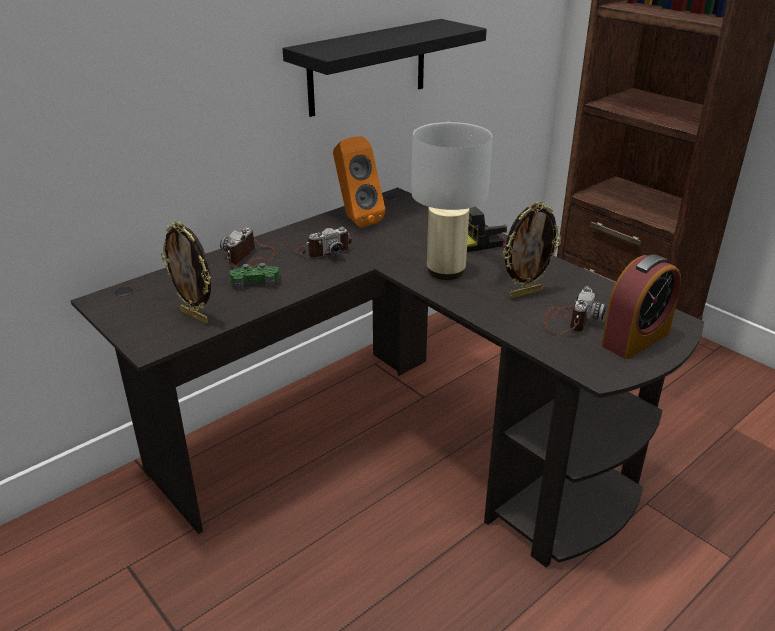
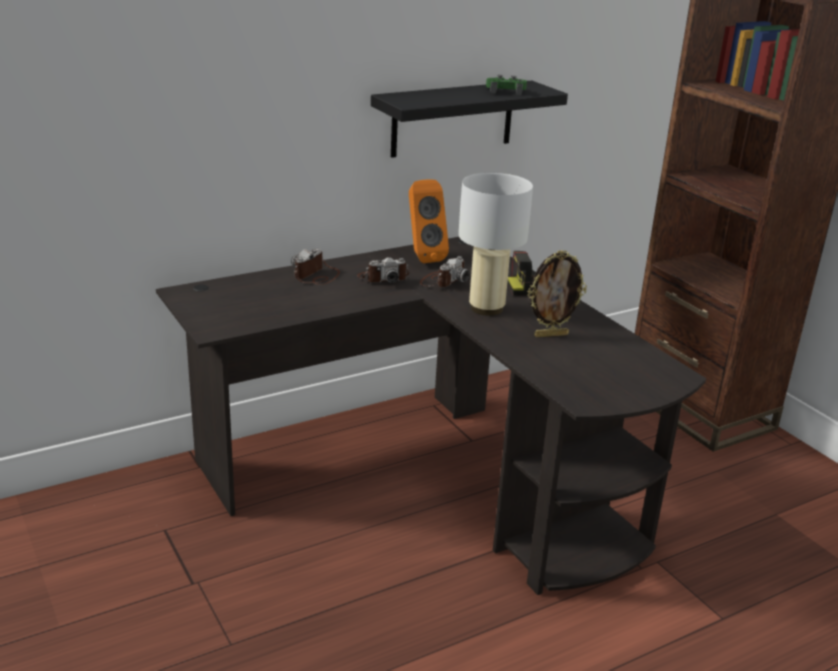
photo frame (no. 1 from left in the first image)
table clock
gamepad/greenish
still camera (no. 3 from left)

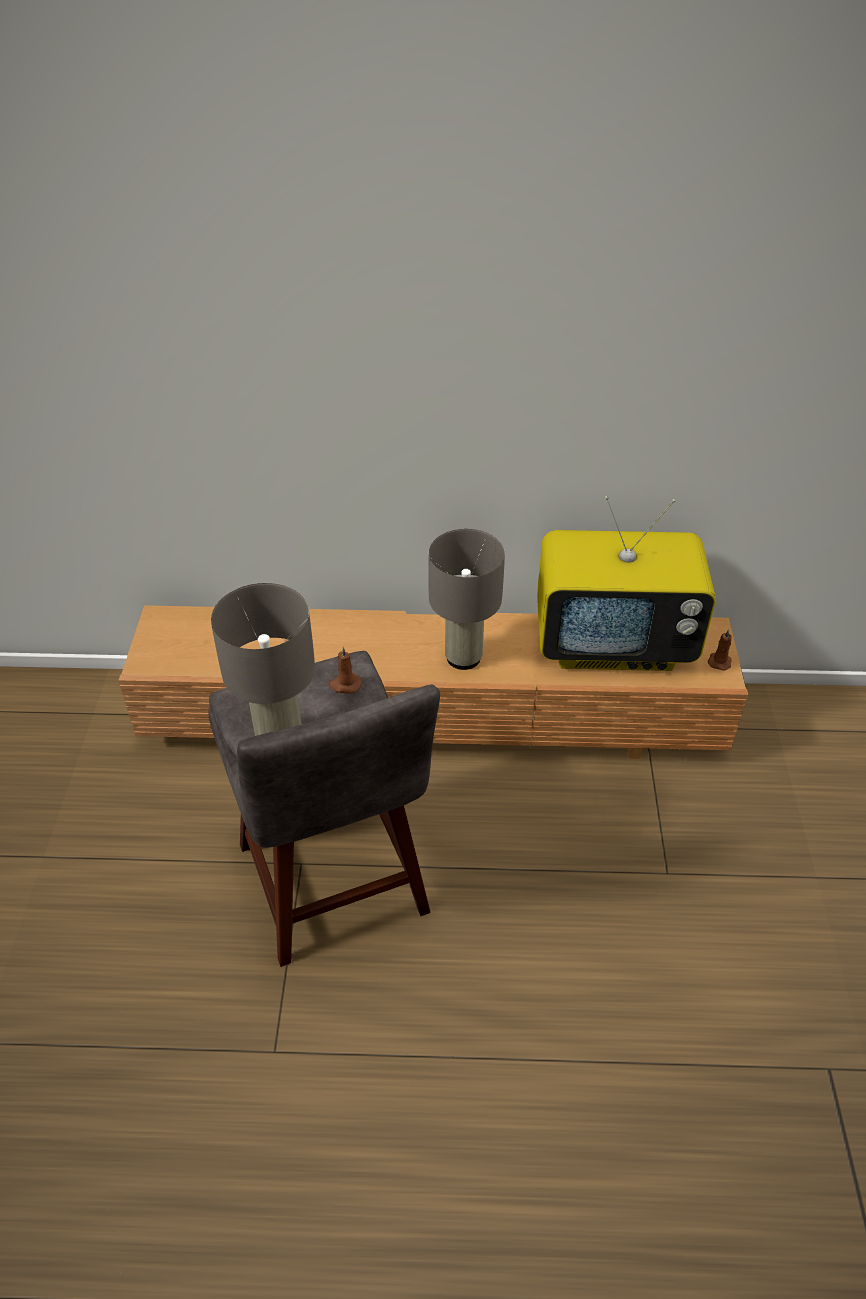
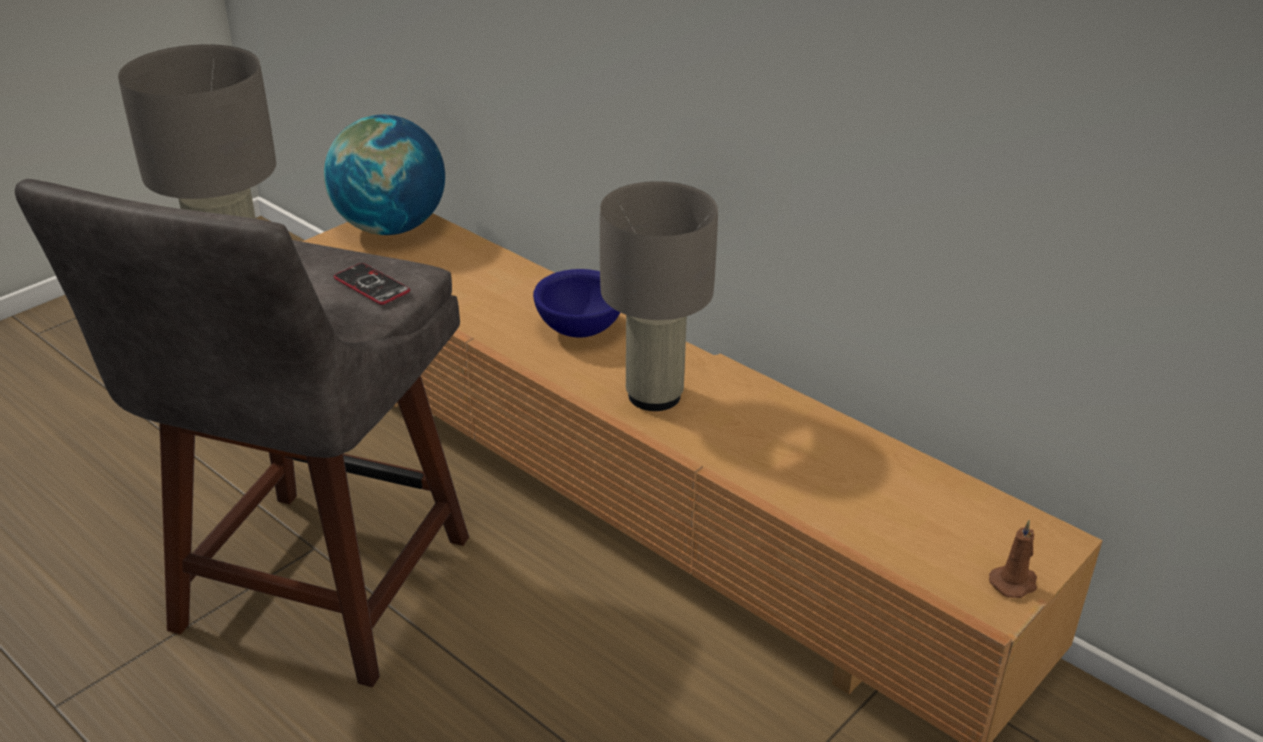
TV
phone
globe
bowl/bluish

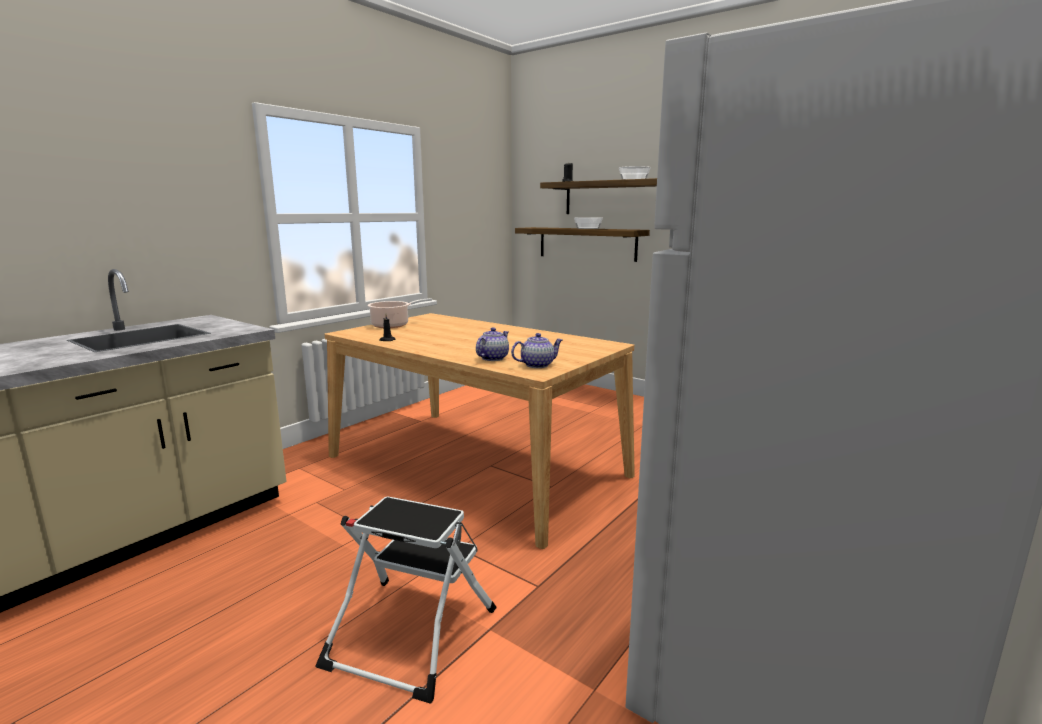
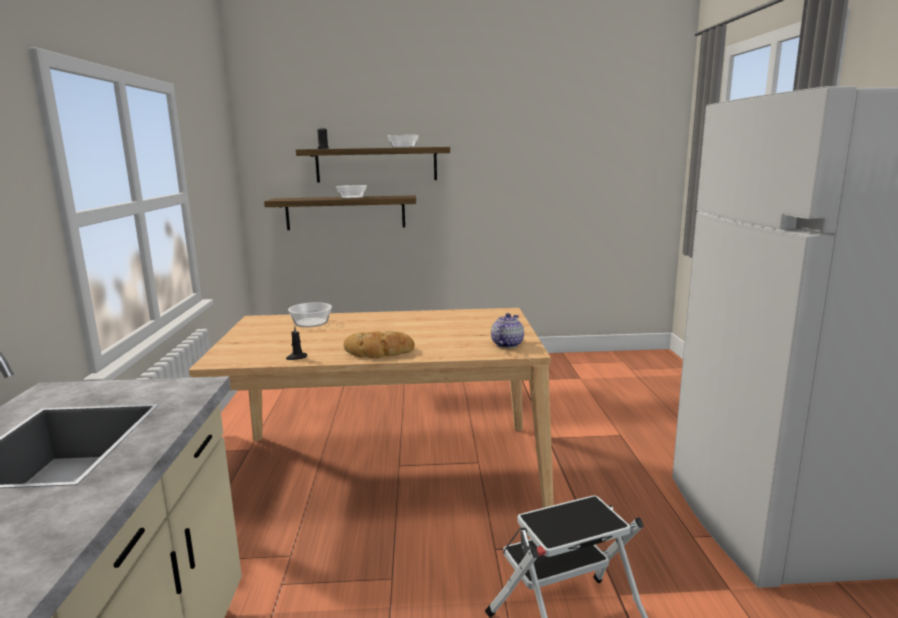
cooking pot
pot for tea (no. 1 from left in the first image)
bowl (no. 1 from left)
bread

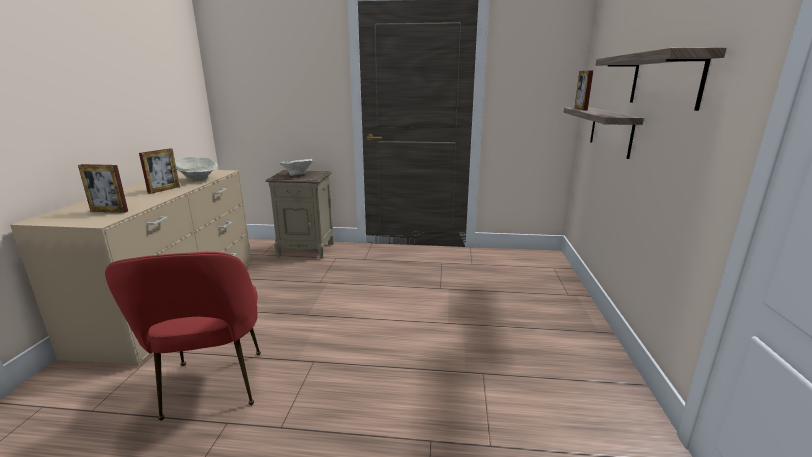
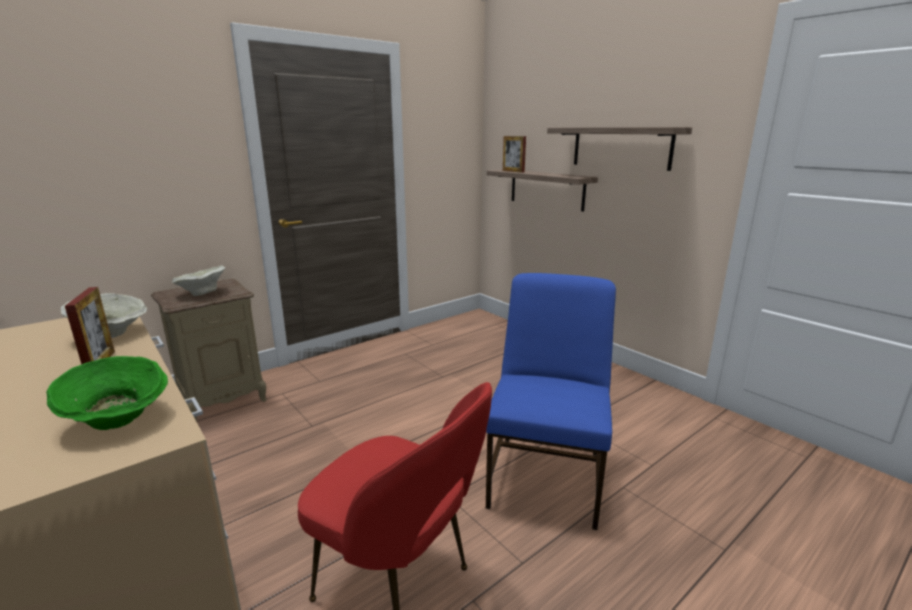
bowl/greenish
chair/bluish

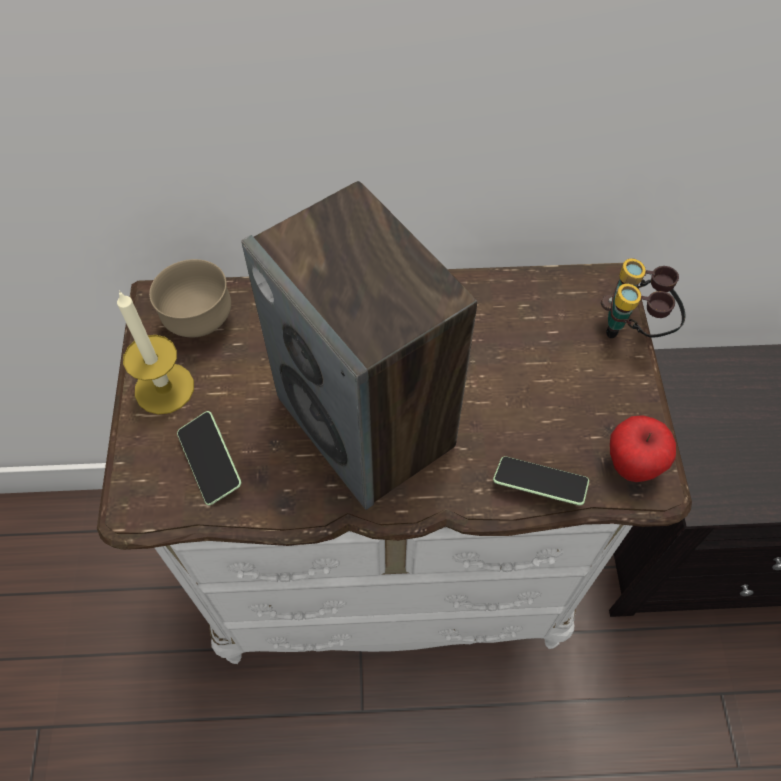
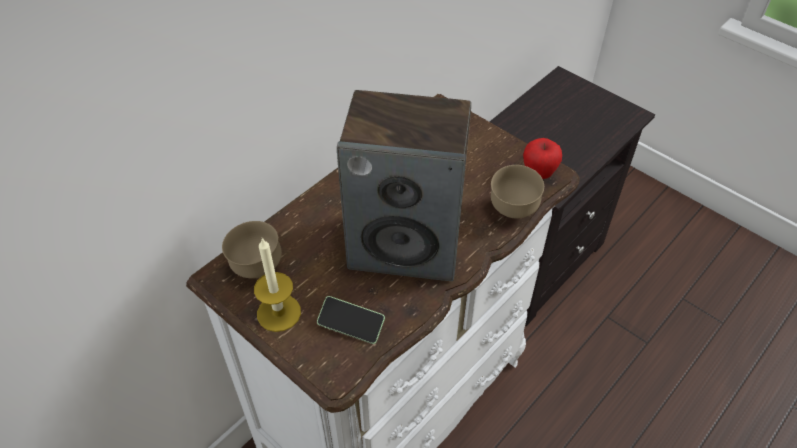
field glasses
bowl/brownish (no. 2 from left)

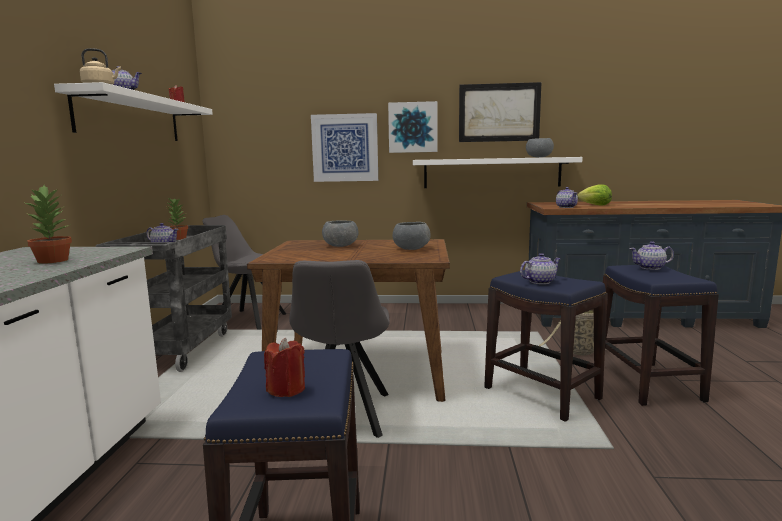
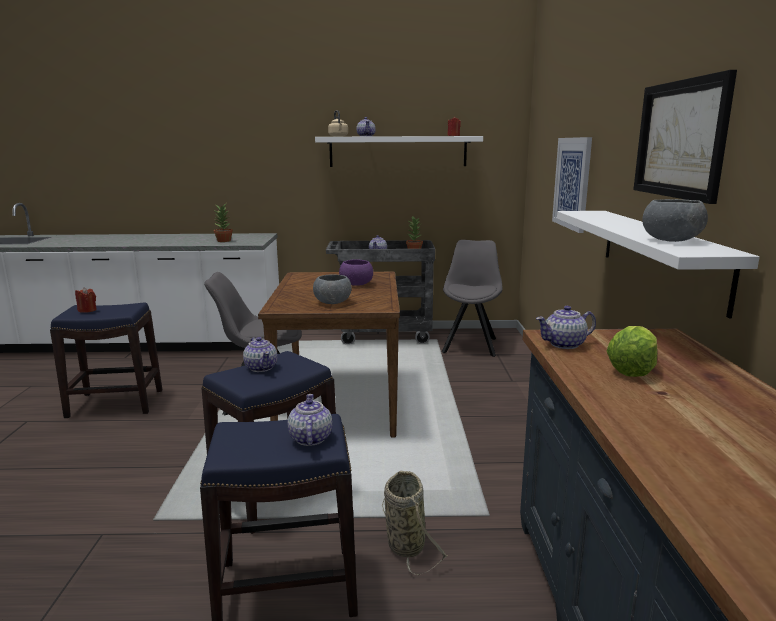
picture (no. 2 from left in the first image)
bowl/purple

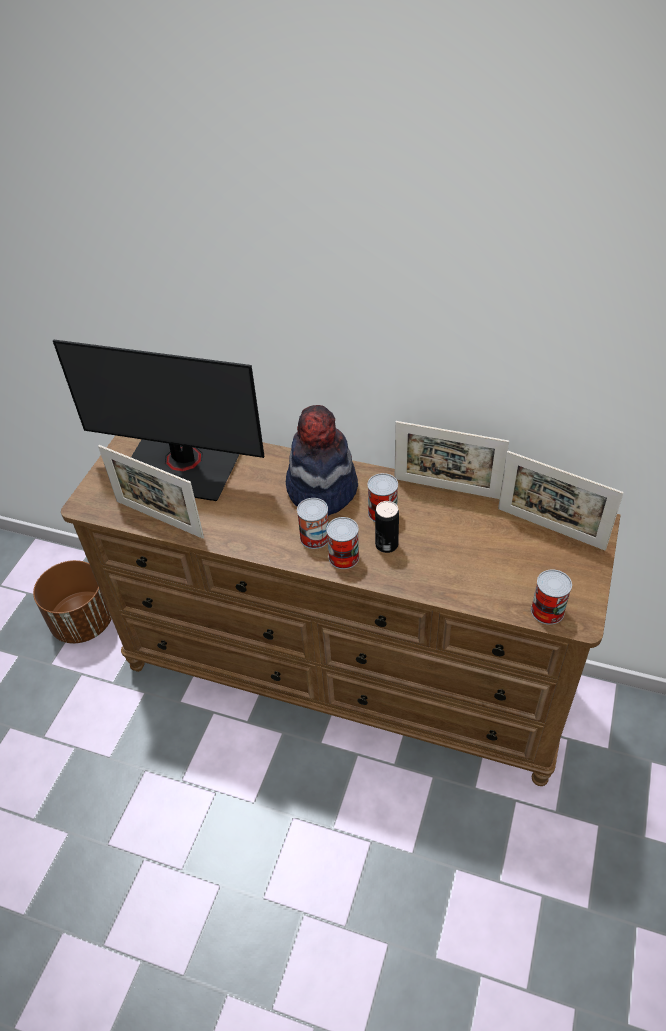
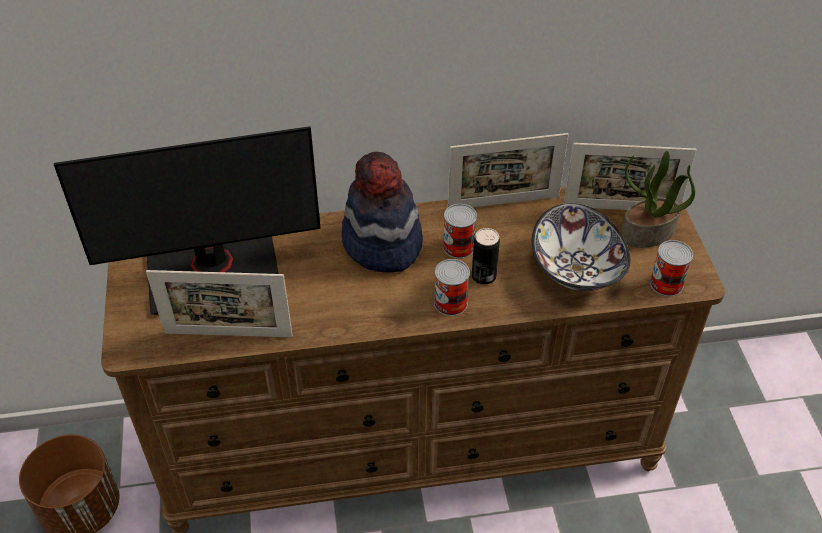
can (no. 1 from left in the first image)
houseplant
bowl

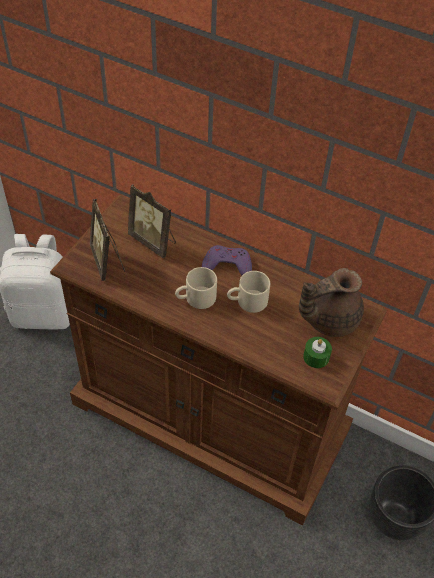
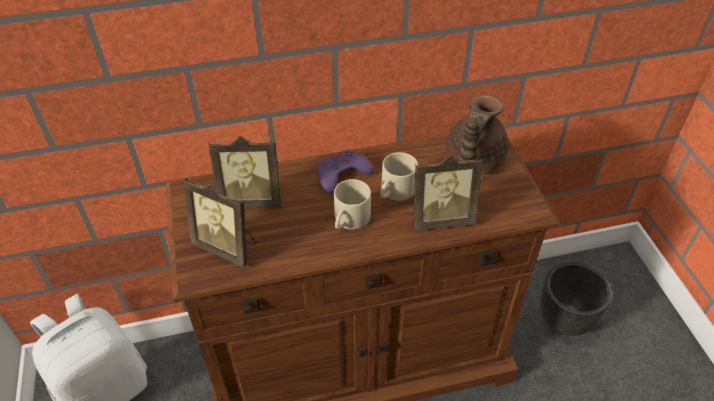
wax candle/greenish
photo frame (no. 3 from left)

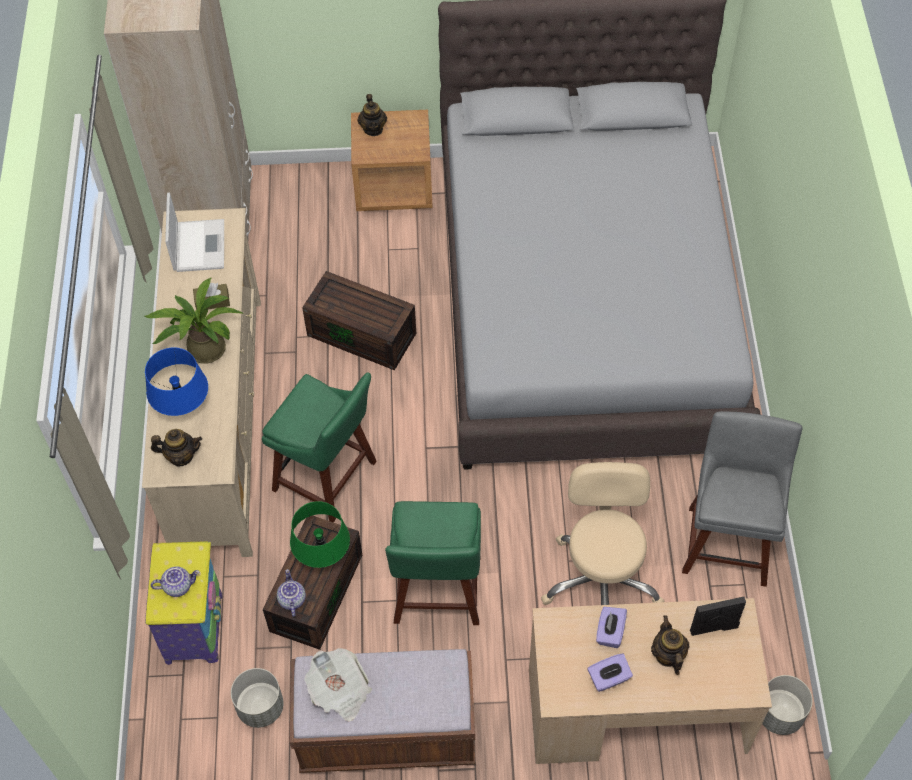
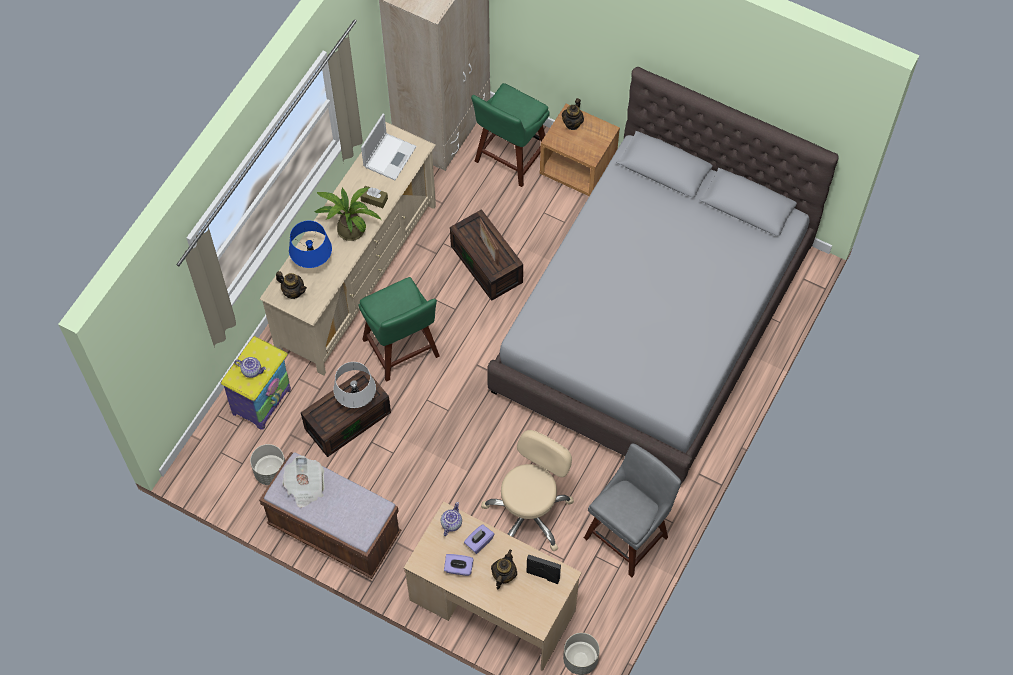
lamp for a table/grey
chair/greenish (no. 2 from left)
pot for tea (no. 3 from left)
photo frame (no. 1 from left)

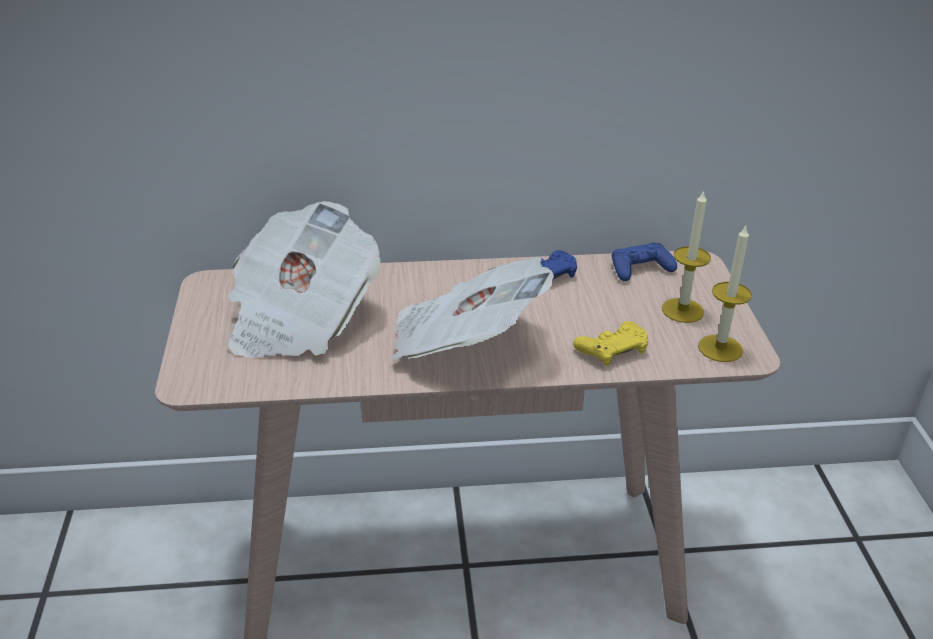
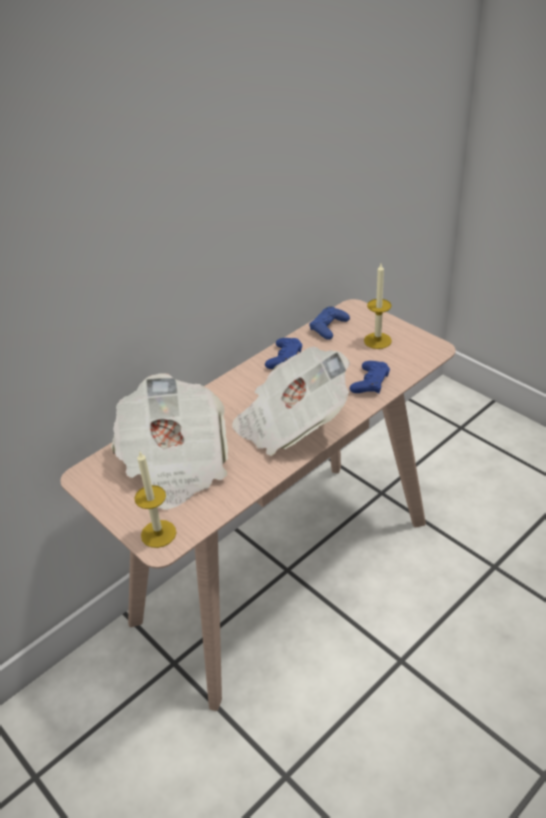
wax candle (no. 1 from left)
gamepad/bluish (no. 3 from left)

